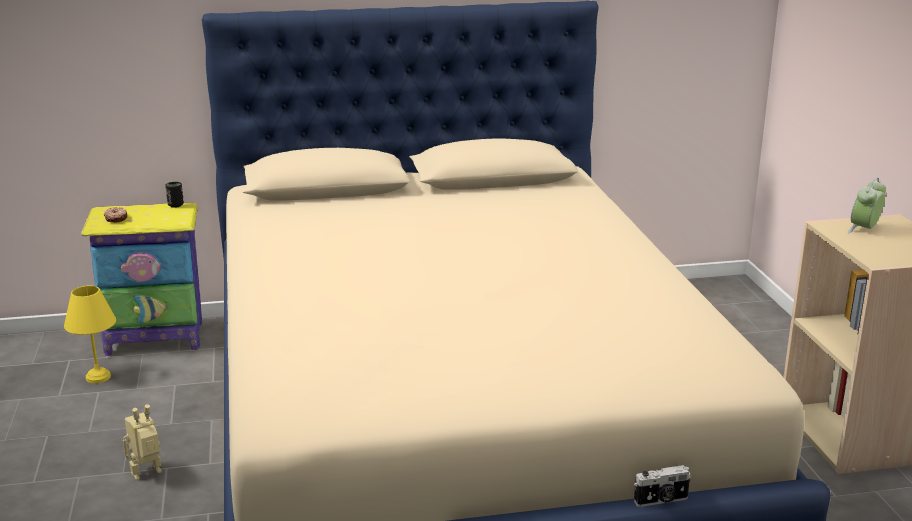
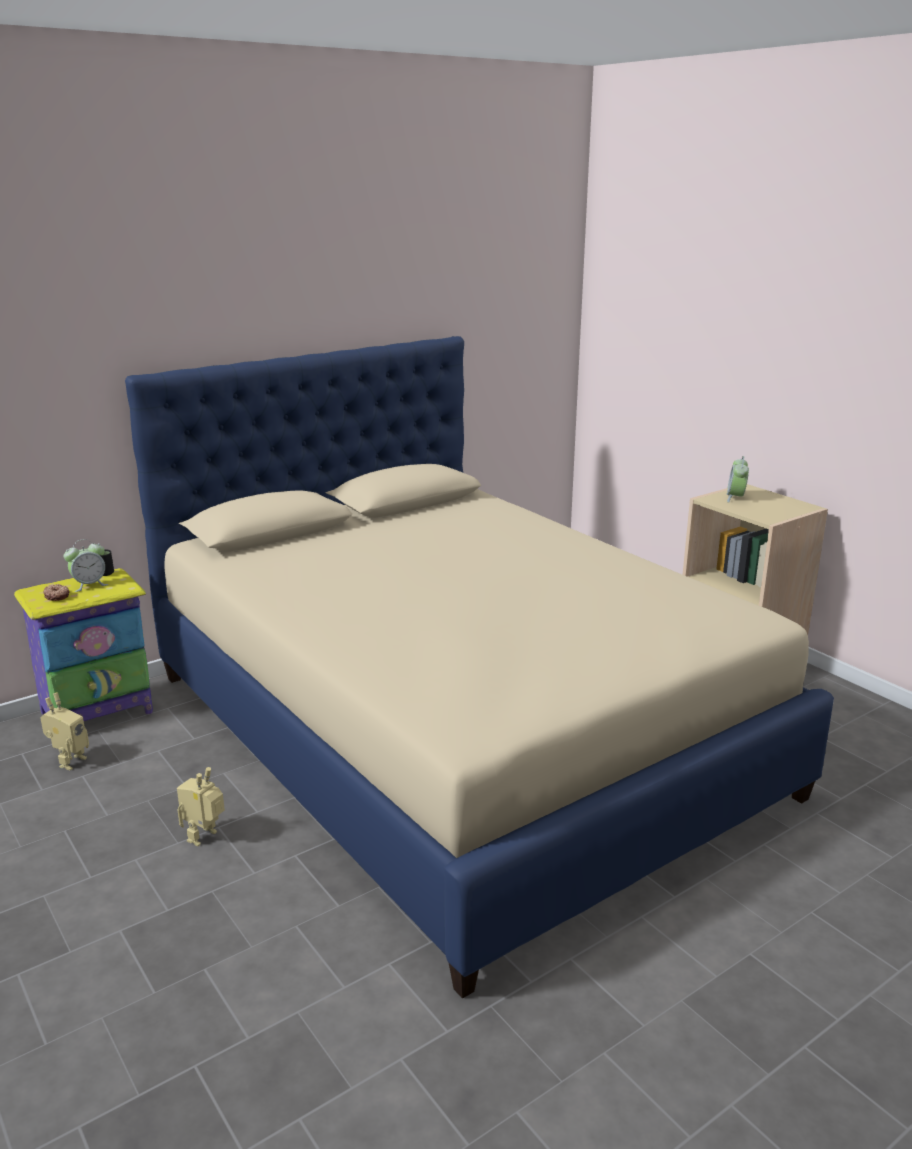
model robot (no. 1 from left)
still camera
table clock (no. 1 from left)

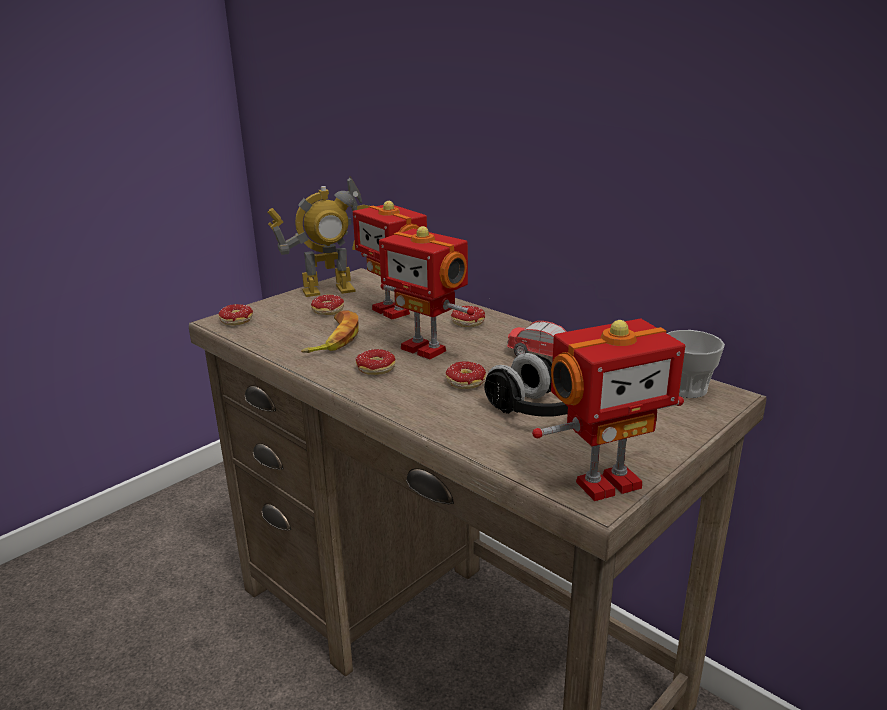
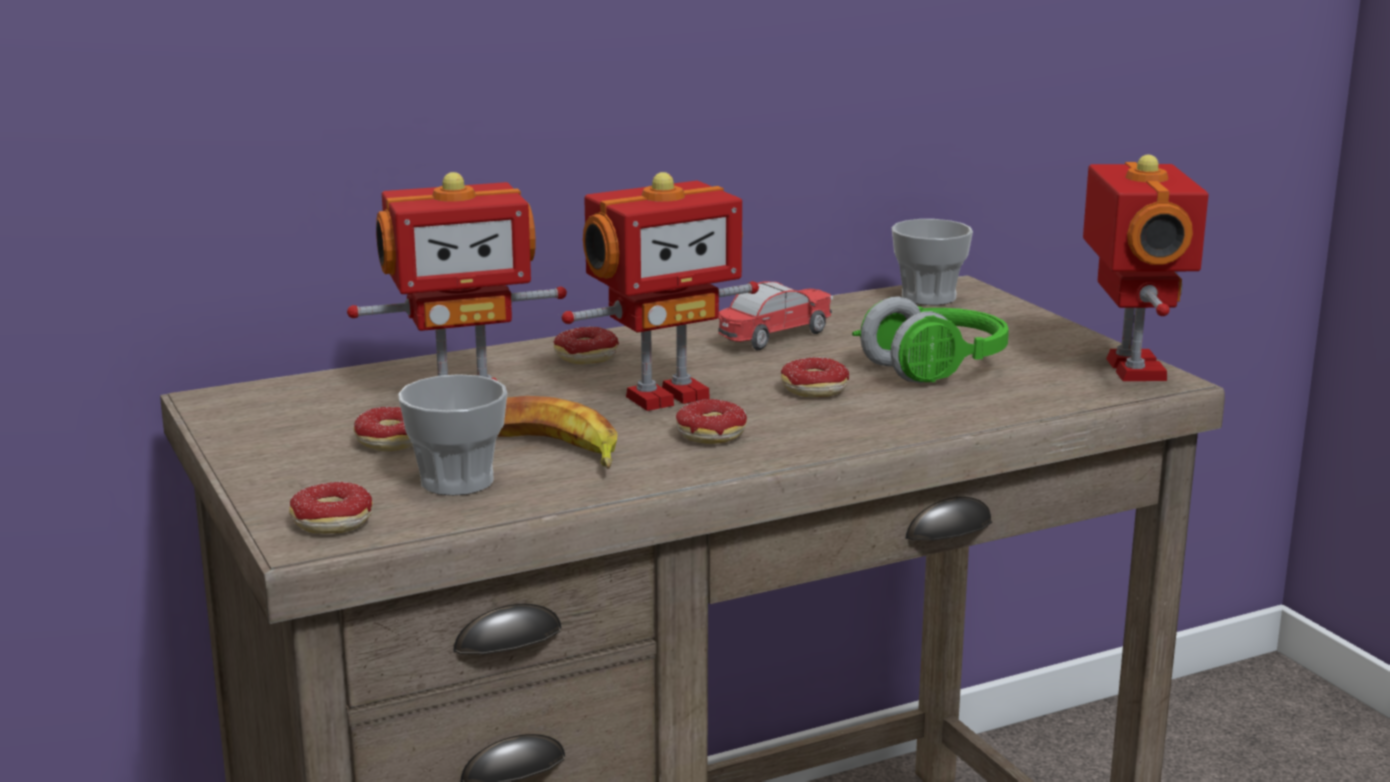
model robot (no. 1 from left in the first image)
headphones/greenish
cup (no. 1 from left)

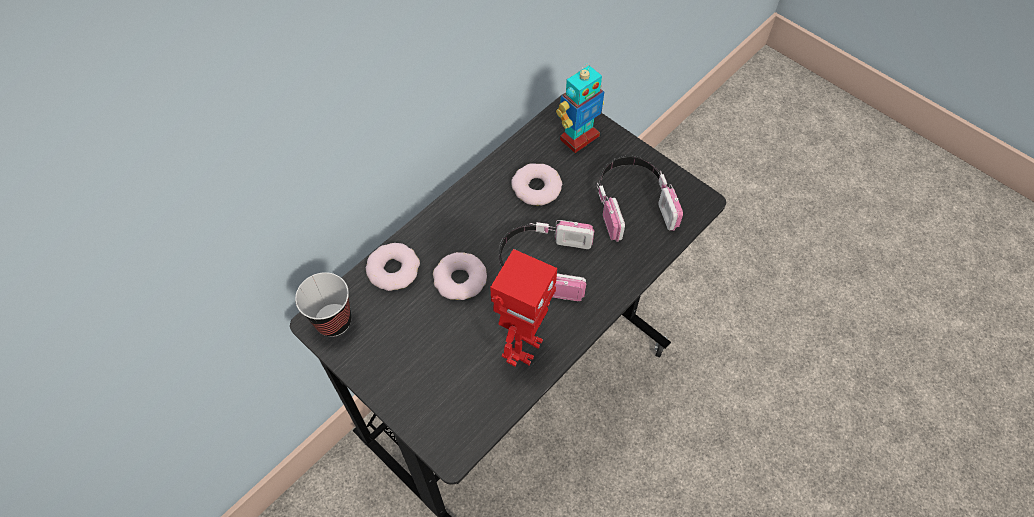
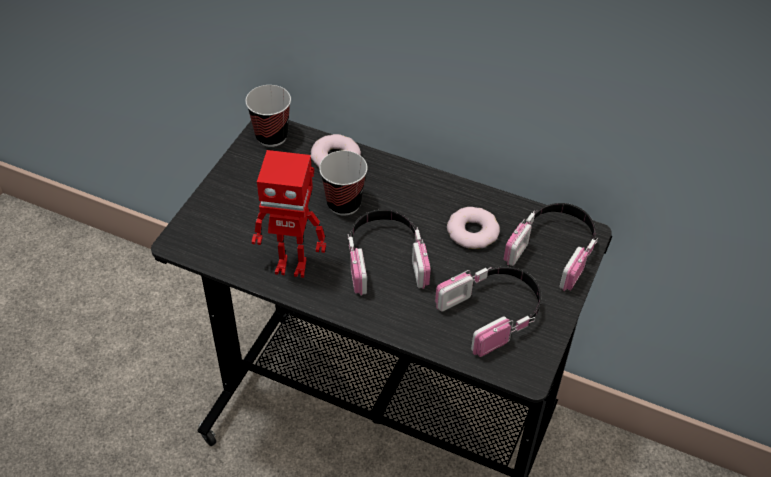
headphones (no. 3 from left)
cup (no. 2 from left)

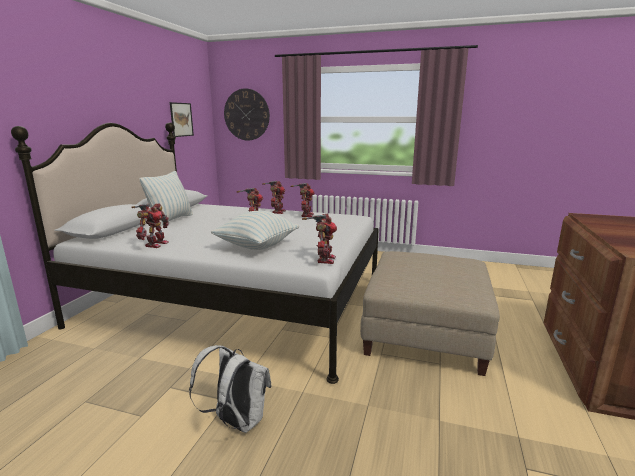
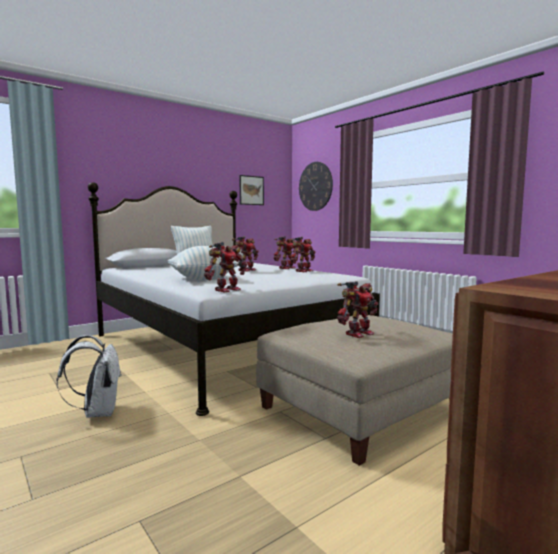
model robot (no. 5 from left)

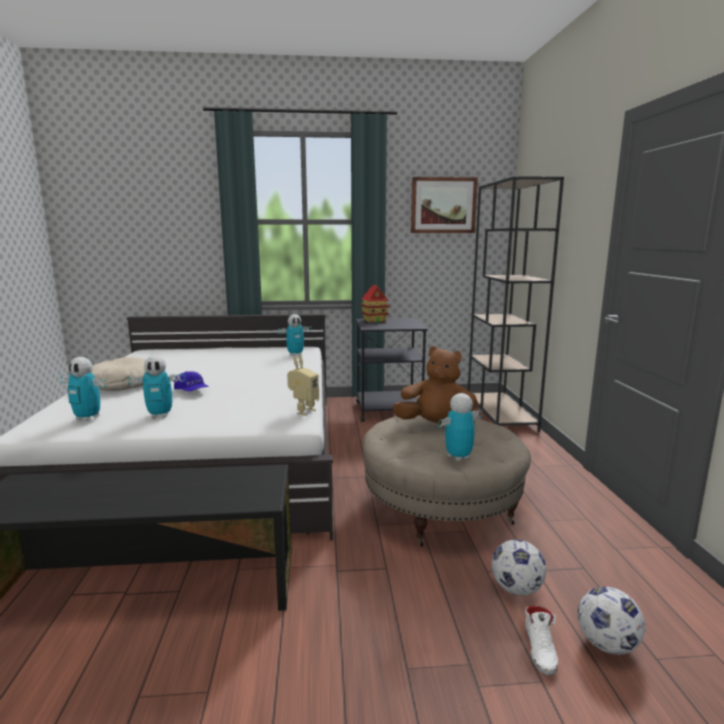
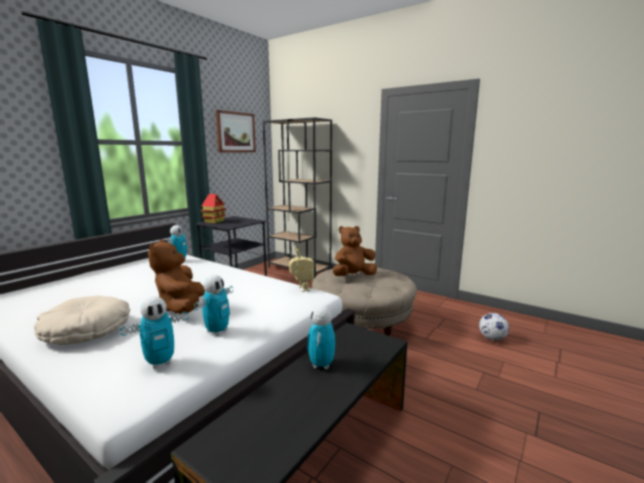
cuddly toy/brownish (no. 1 from left)
model robot (no. 5 from left)
ball for football (no. 1 from left in the first image)
shoe/whitish

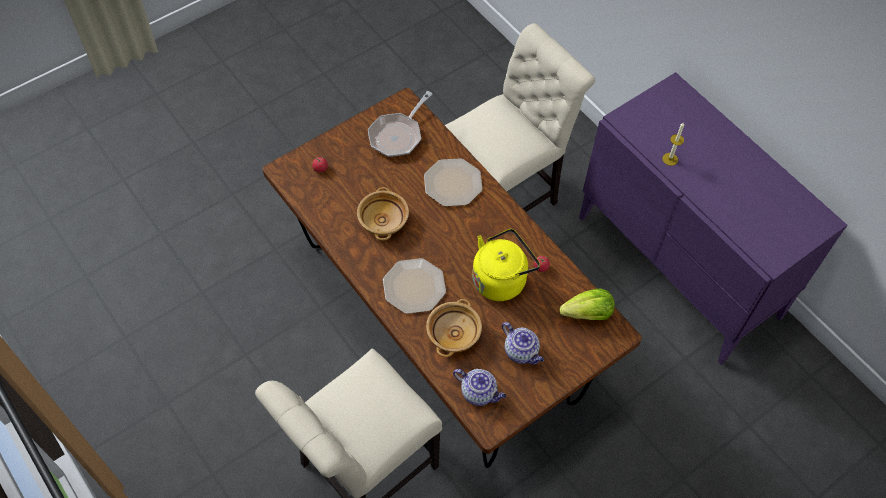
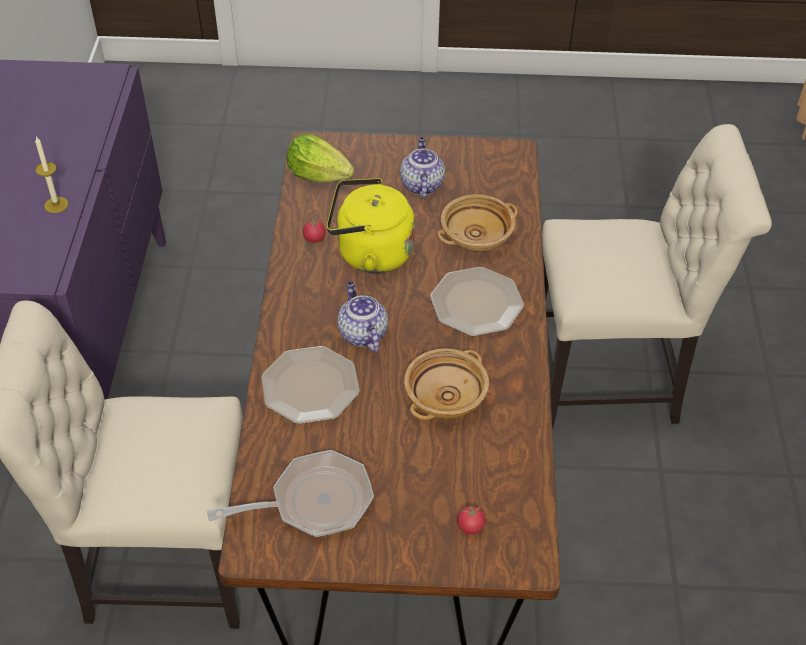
pot for tea (no. 1 from left)

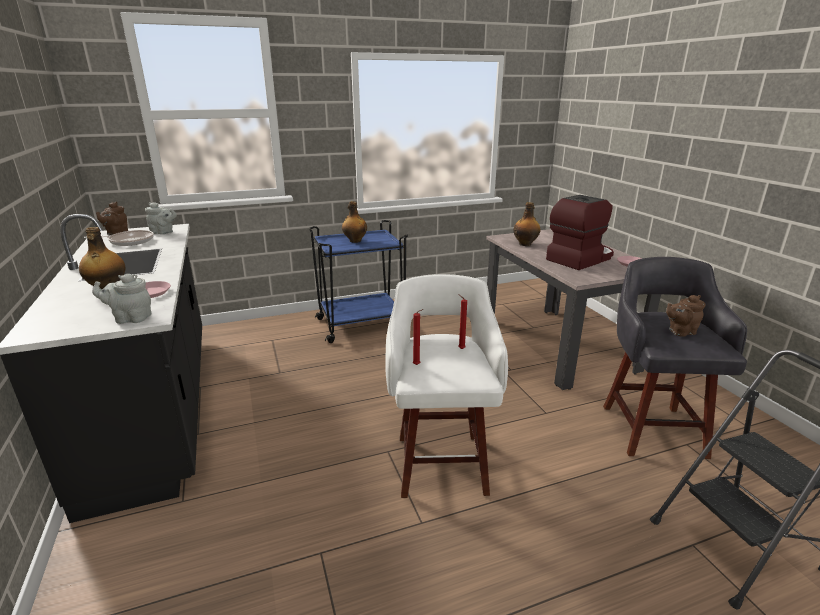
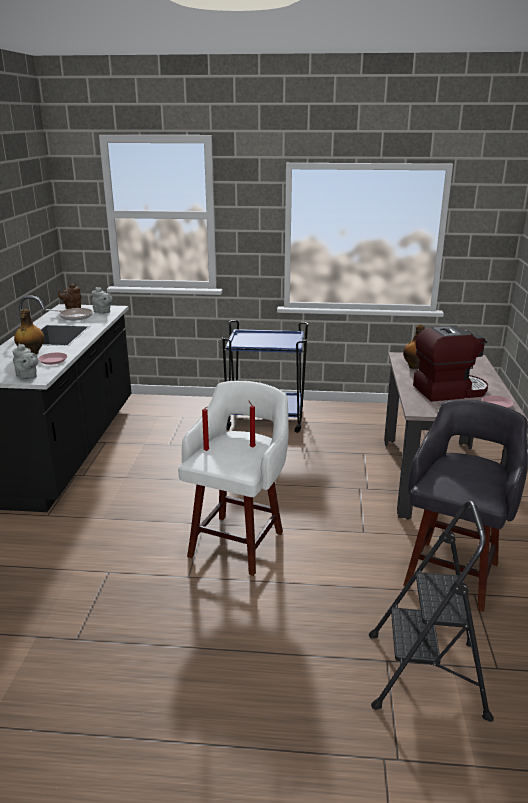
bottle (no. 2 from left in the first image)
pot for tea/grey (no. 1 from left)
pot for tea/brownish (no. 2 from left in the first image)

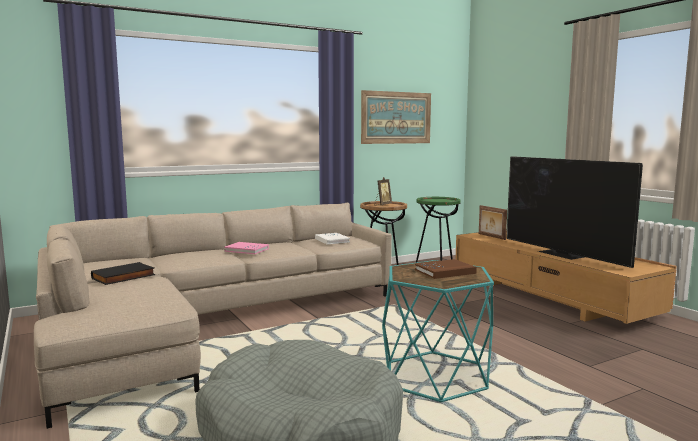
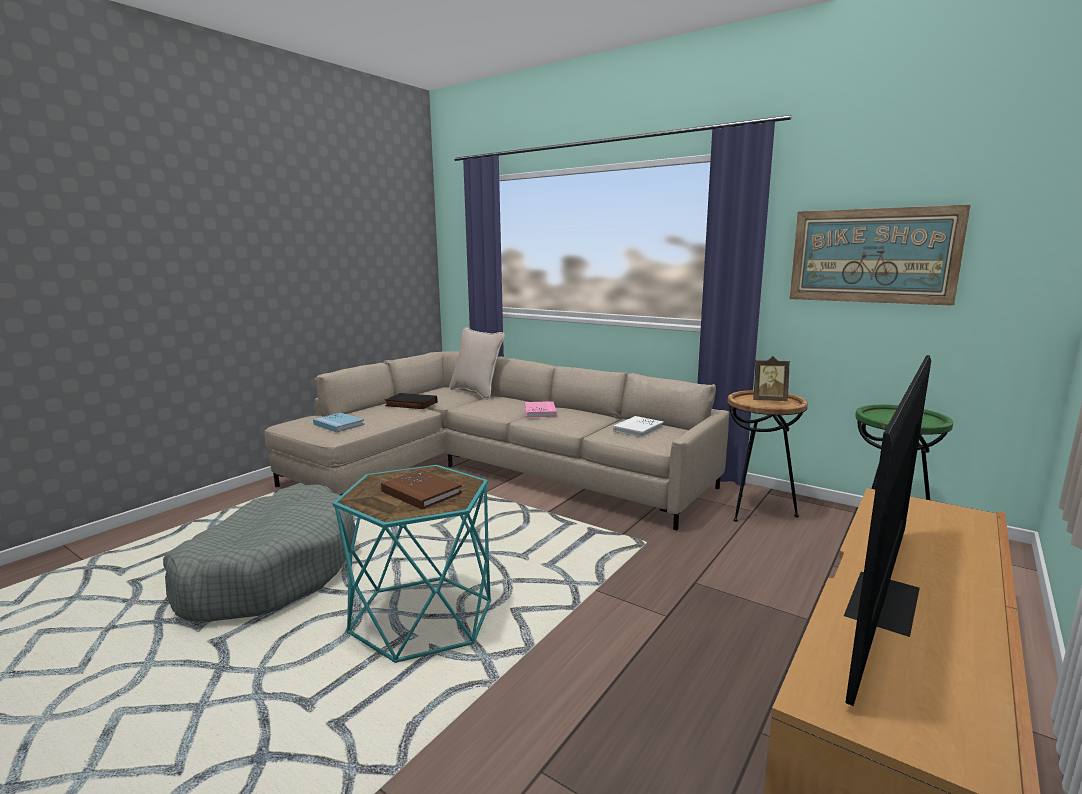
photo frame (no. 2 from left in the first image)
pillow/beige-coloured
book/bluish

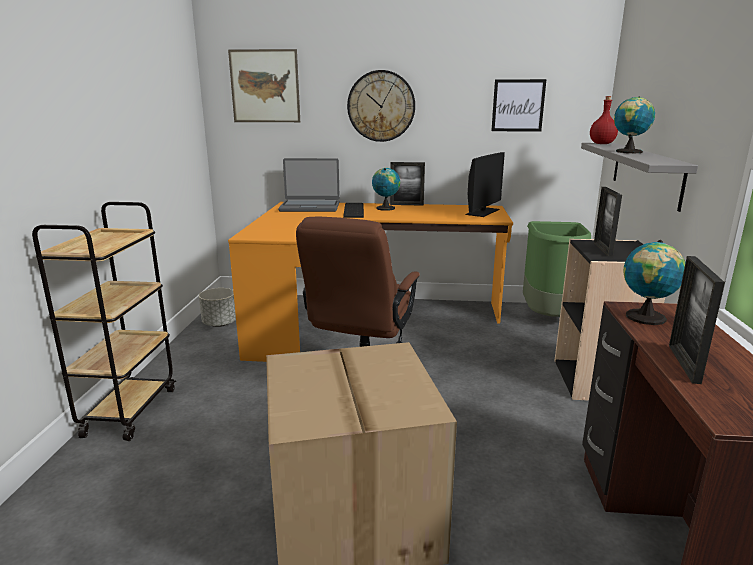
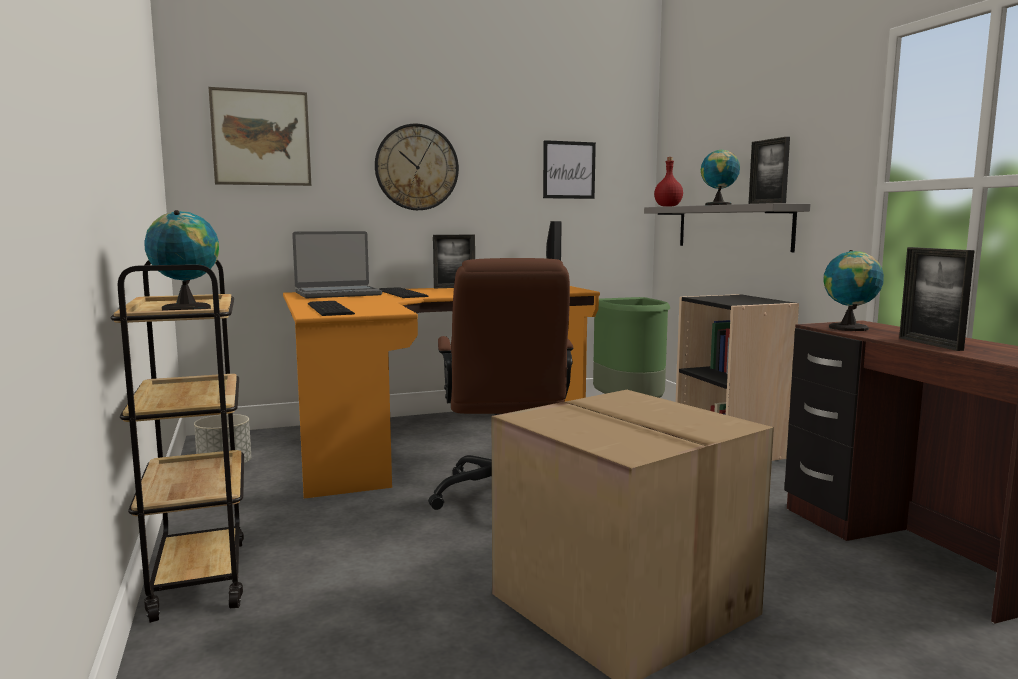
globe (no. 1 from left)
photo frame (no. 2 from left)
computer keyboard (no. 1 from left)

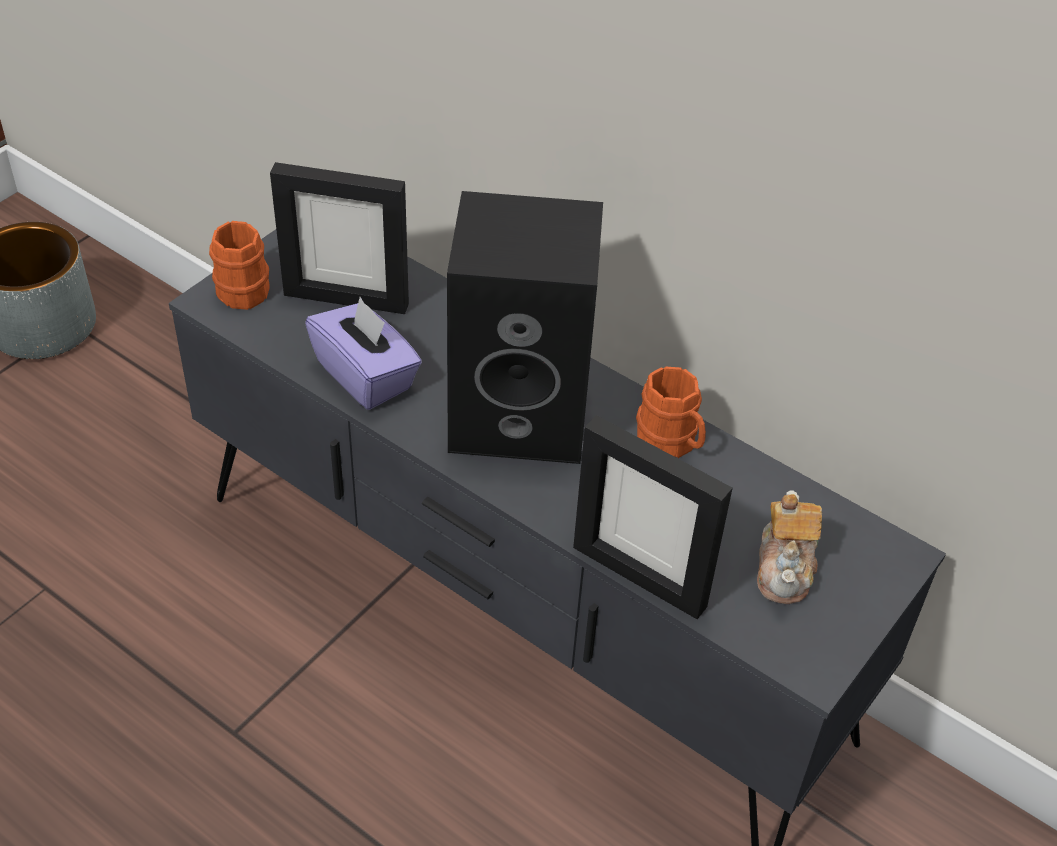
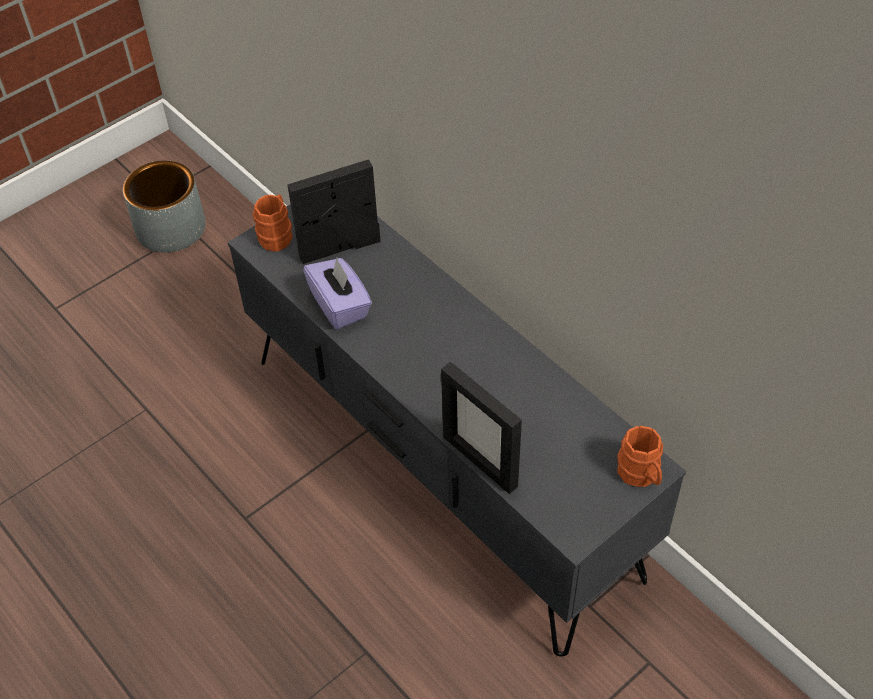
photo frame (no. 1 from left)
loudspeaker/black-coloured
coffee mug/orange-coloured (no. 2 from left)
pot for tea

